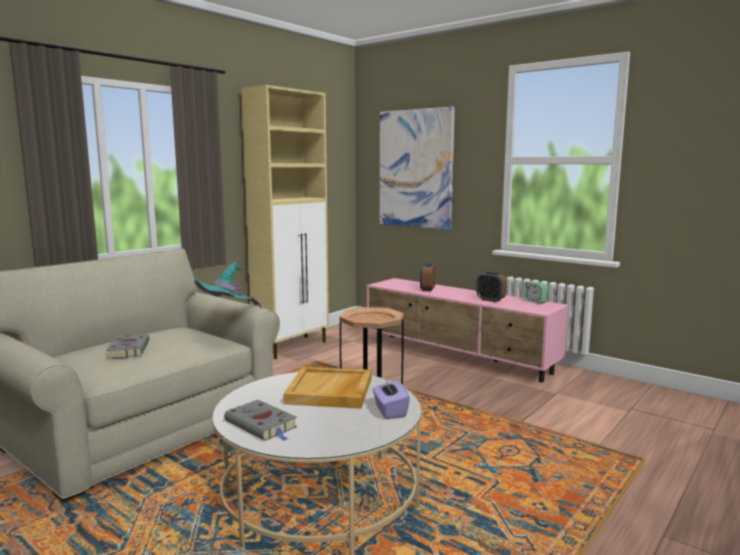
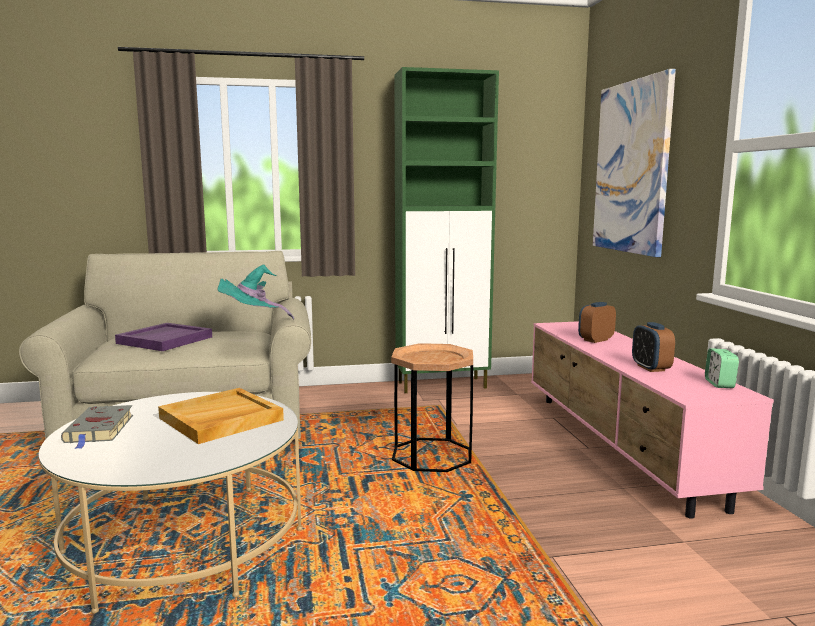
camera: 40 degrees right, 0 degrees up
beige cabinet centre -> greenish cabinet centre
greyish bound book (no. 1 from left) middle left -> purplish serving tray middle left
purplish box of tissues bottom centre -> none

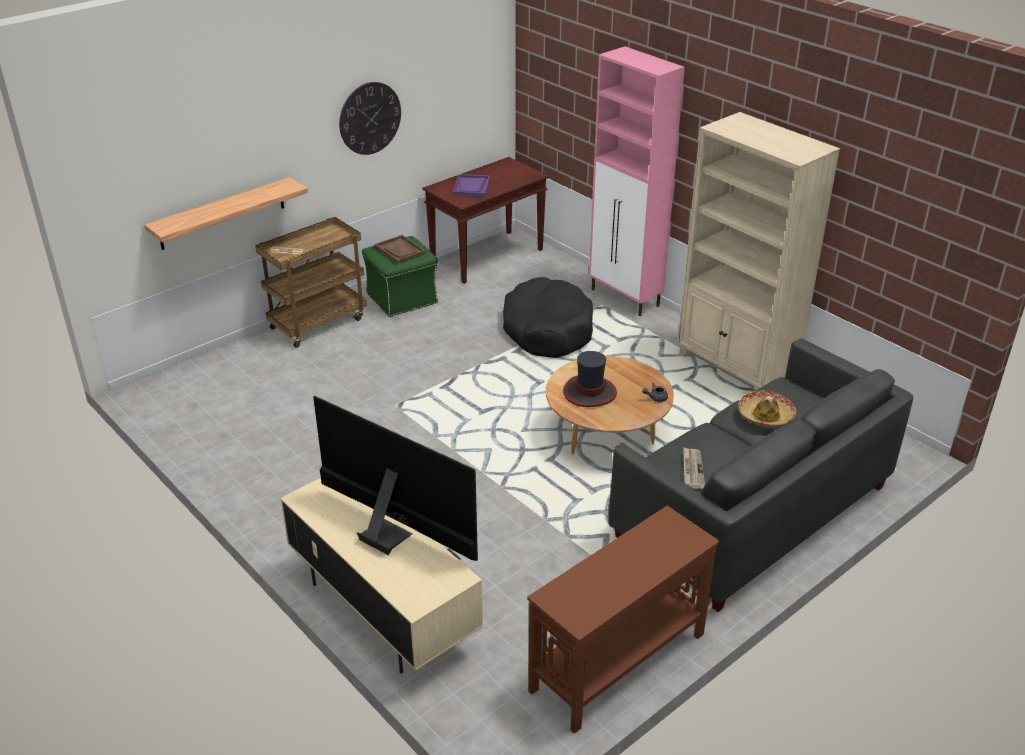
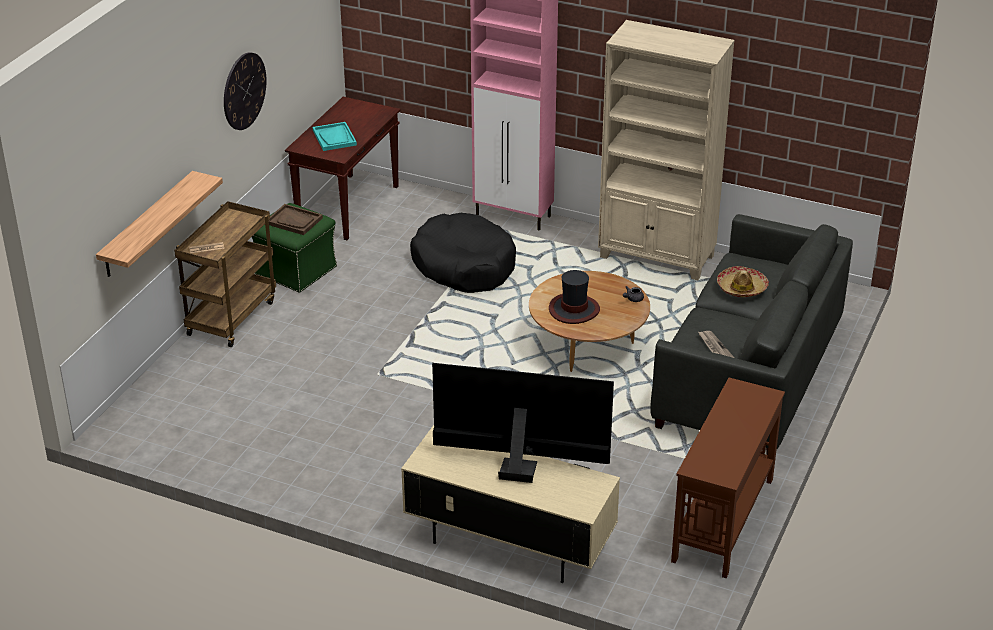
camera: 25 degrees left, 0 degrees up
purplish serving tray top centre -> turquoise serving tray top centre

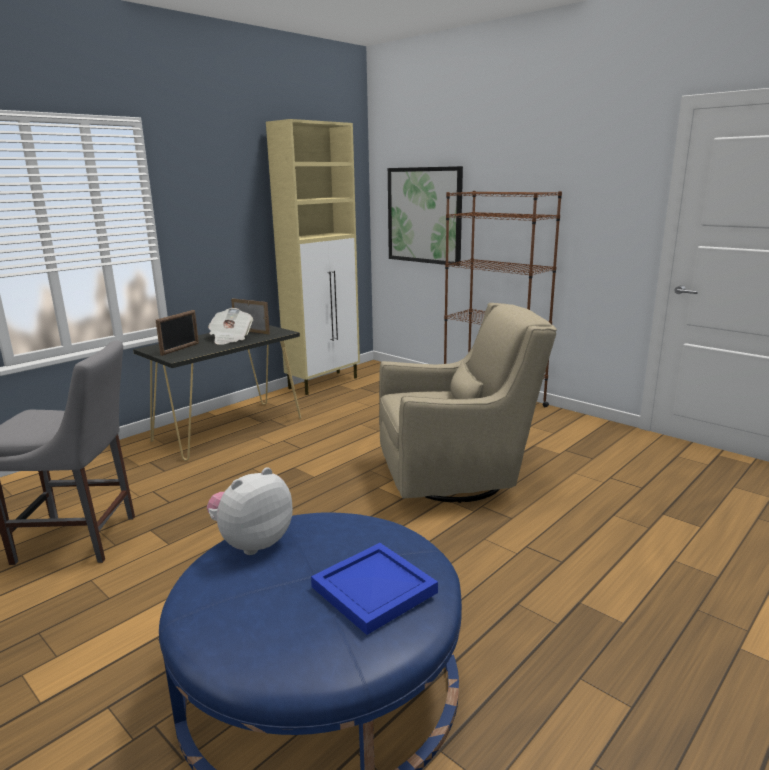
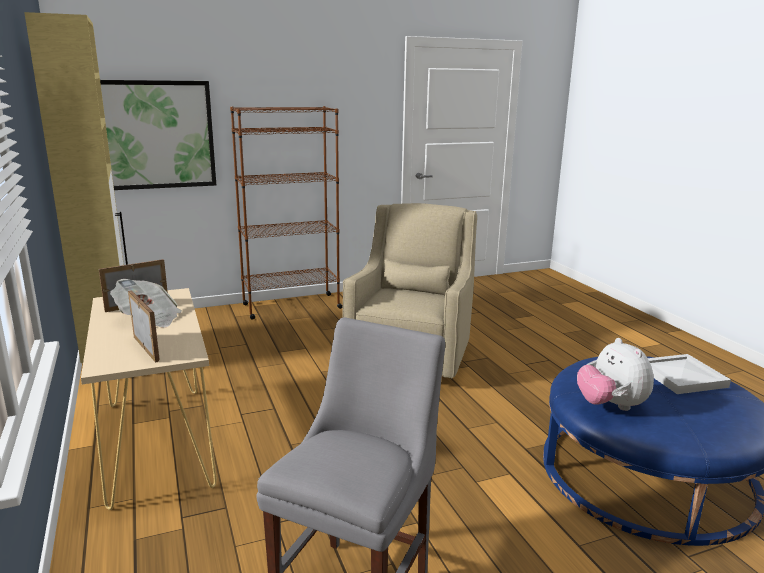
camera: 65 degrees left, 0 degrees up
black-coloured hall table middle left -> beige hall table bottom left
bluish serving tray bottom centre -> white serving tray middle right

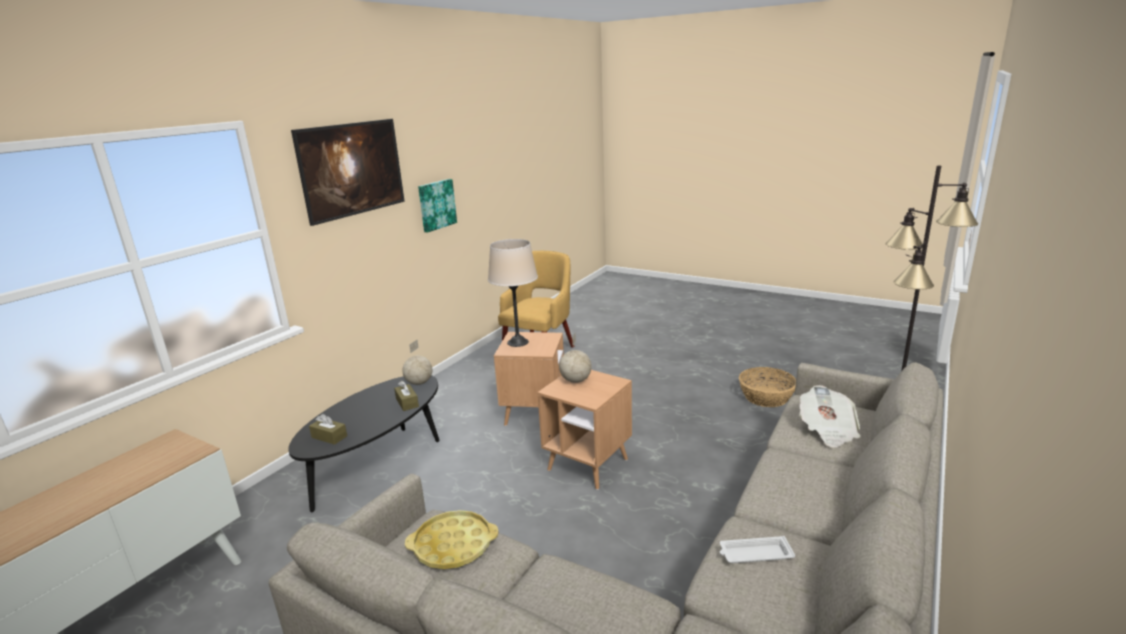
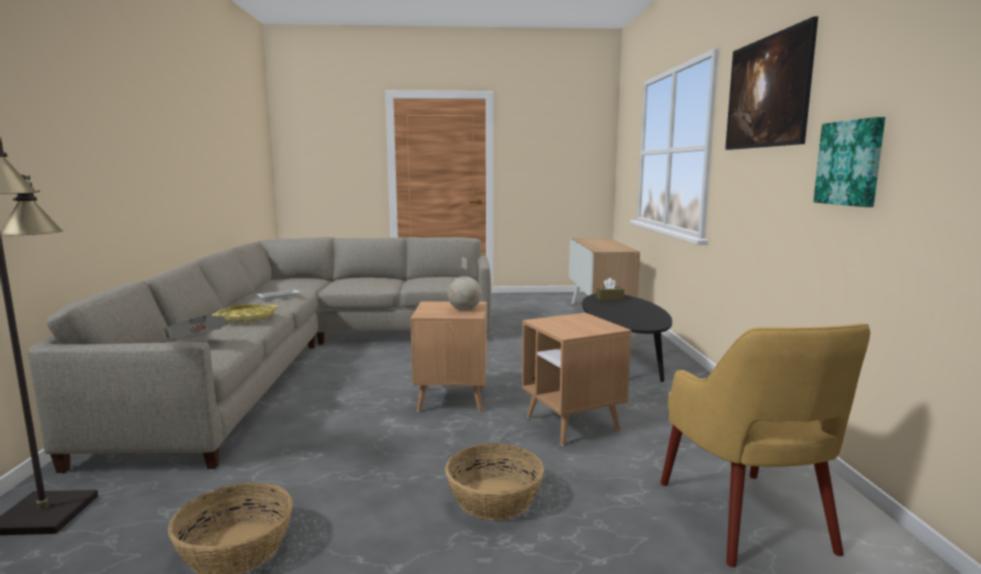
camera: 145 degrees right, 10 degrees down
beige table lamp centre -> none
world globe (no. 1 from left) centre -> none
brown box of tissues (no. 2 from left) centre -> none
yellow serving tray bottom centre -> yellow serving tray middle left, shifted
none -> household basket (no. 2 from left) bottom centre

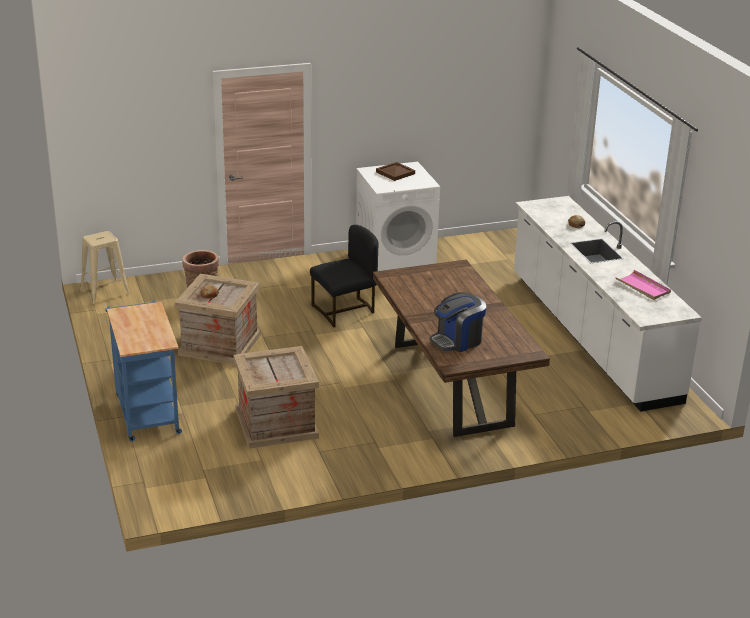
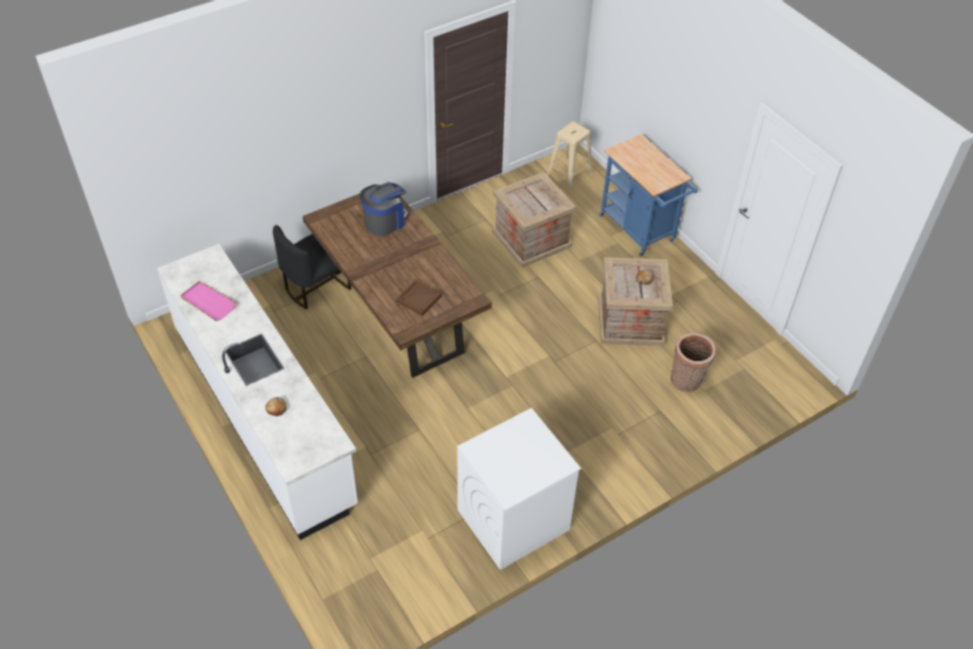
camera: 165 degrees right, 20 degrees up
brown serving tray top centre -> brown serving tray centre, shifted
black-coloured upright chair centre -> black-coloured upright chair middle left, shifted
beige stool seat middle left -> beige stool seat top centre, shifted

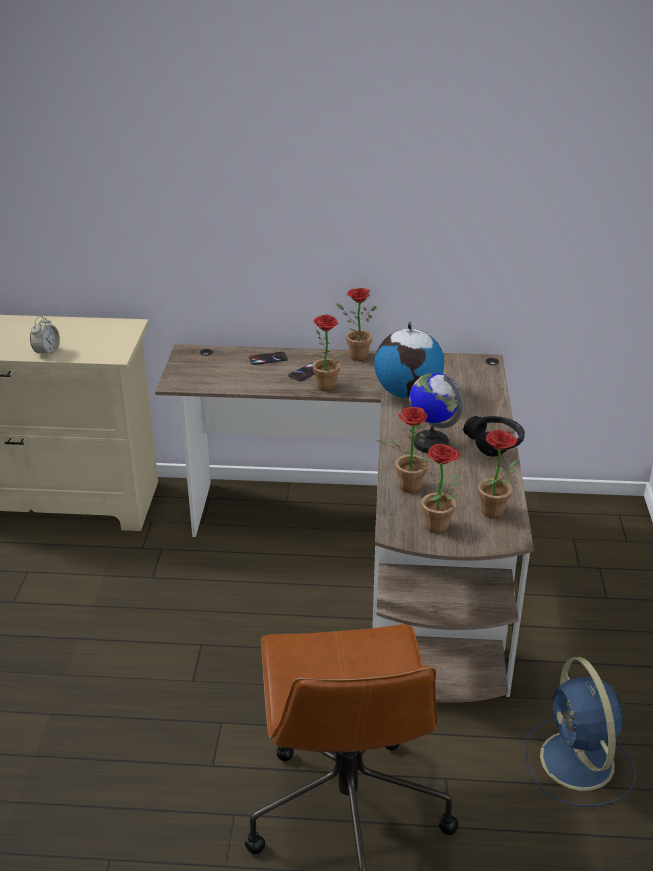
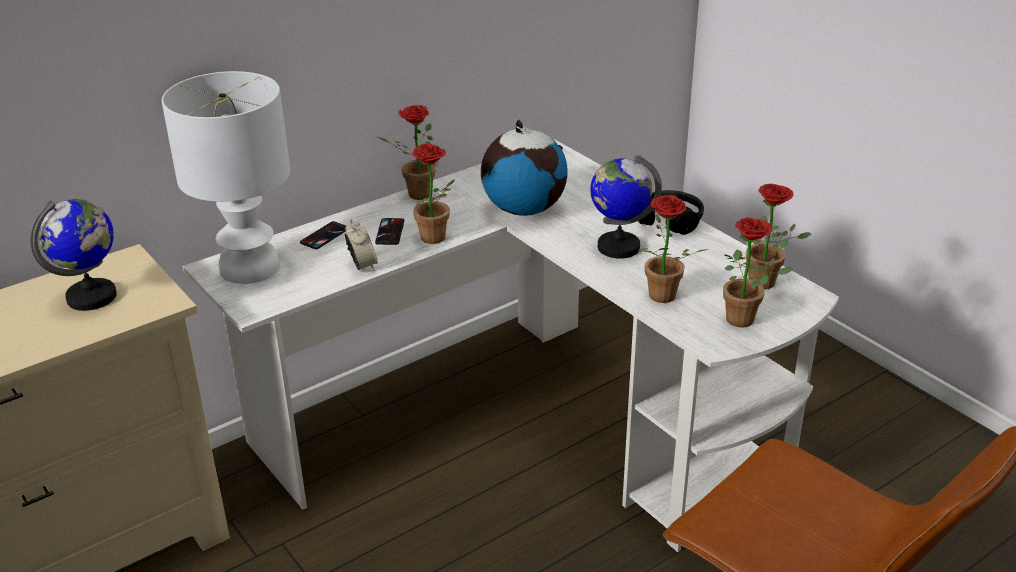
camera: 40 degrees left, 0 degrees up
alarm clock middle left -> alarm clock centre, shifted
brown desk table centre -> white desk table centre
bluish cooling fan bottom right -> none
none -> white table lamp top left
none -> world globe (no. 1 from left) middle left

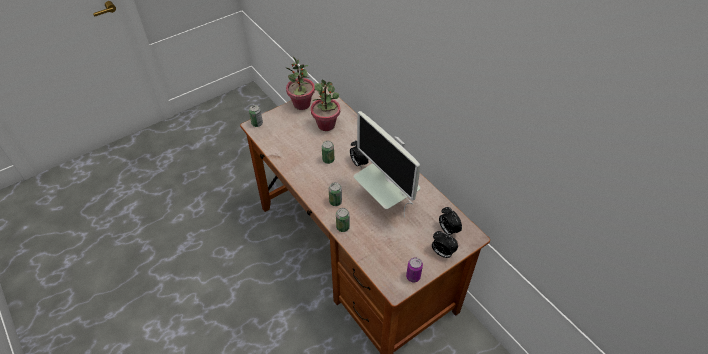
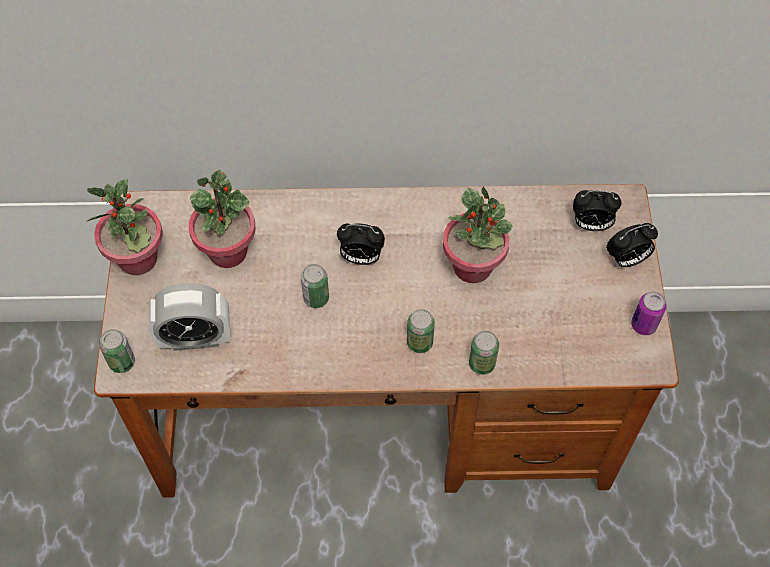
camera: 55 degrees left, 10 degrees up
computer display centre -> houseplant (no. 3 from left) centre
none -> alarm clock (no. 1 from left) middle left

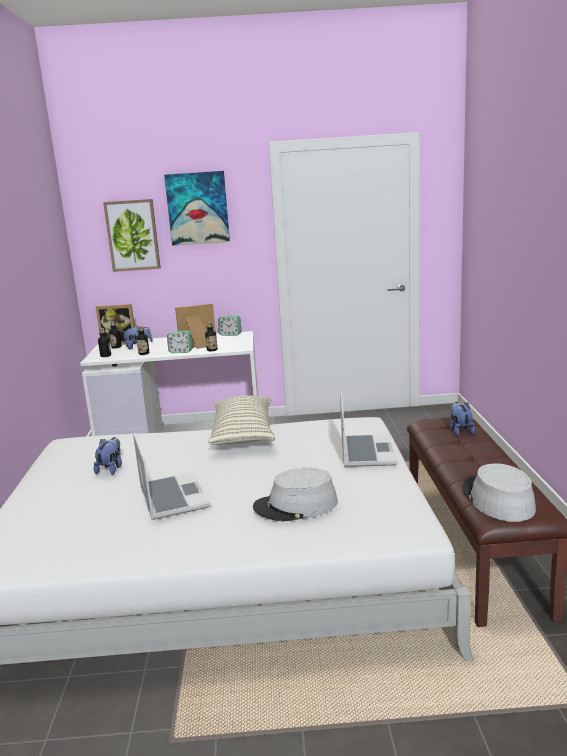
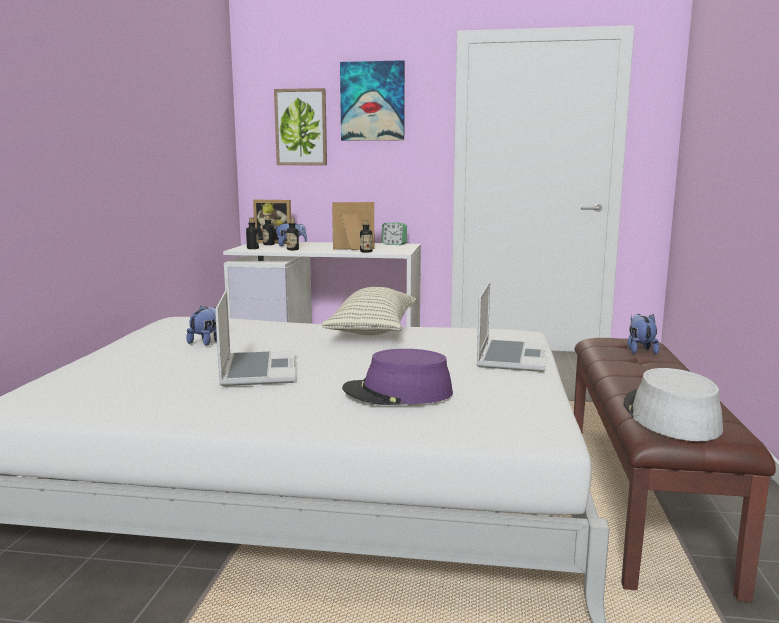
camera: 10 degrees right, 5 degrees down
alarm clock (no. 1 from left) middle left -> none
greyish wearable hat (no. 1 from left) centre -> purplish wearable hat centre

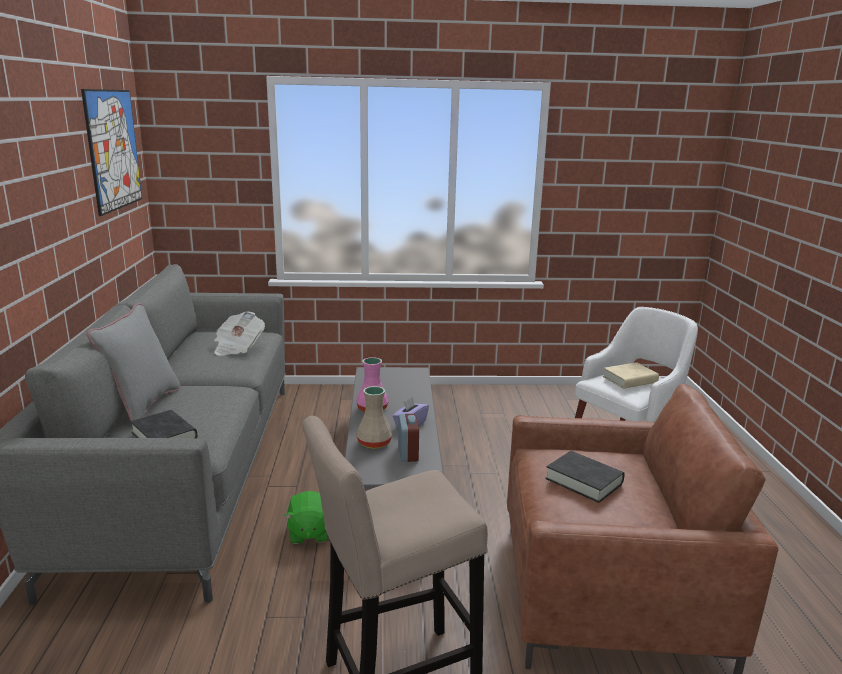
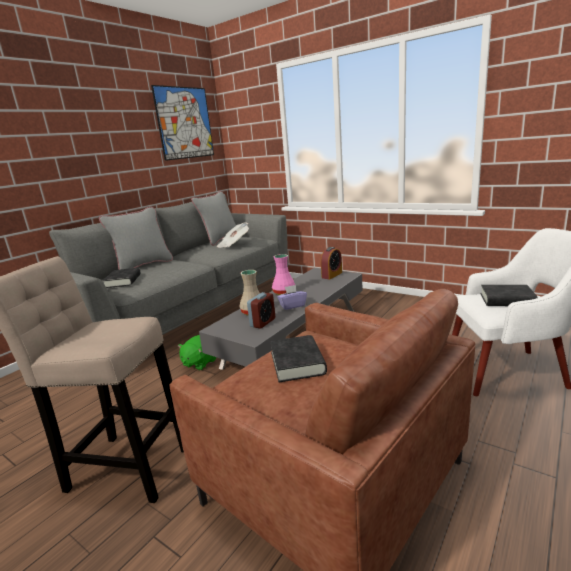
camera: 40 degrees right, 0 degrees up
beige bound book middle right -> black-coloured bound book (no. 3 from left) middle right
none -> greyish pillow (no. 2 from left) centre
none -> alarm clock (no. 2 from left) centre

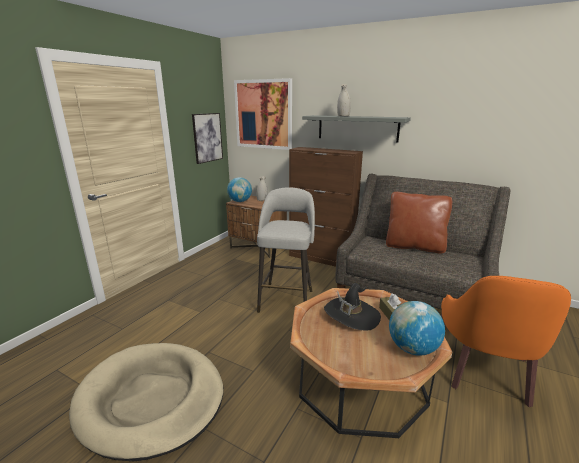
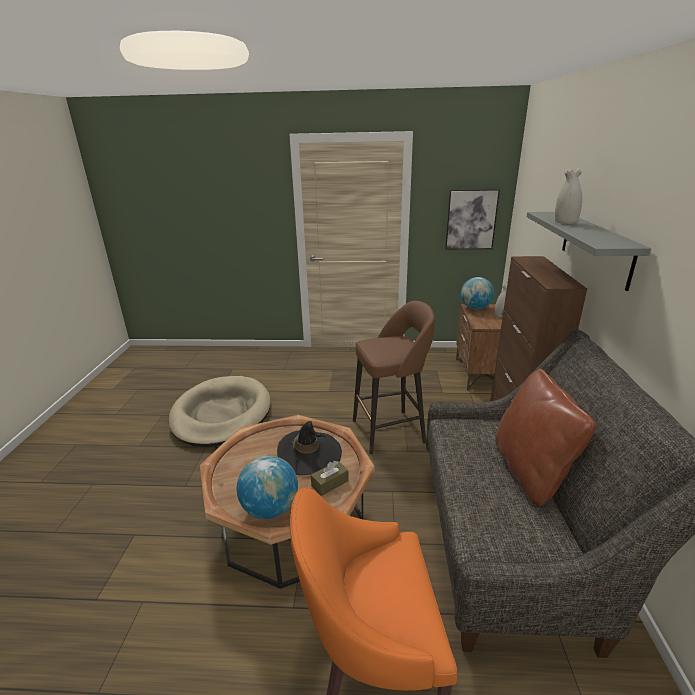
camera: 65 degrees right, 5 degrees up
wall art (no. 2 from left) top centre -> none
greyish stool seat centre -> brown stool seat centre

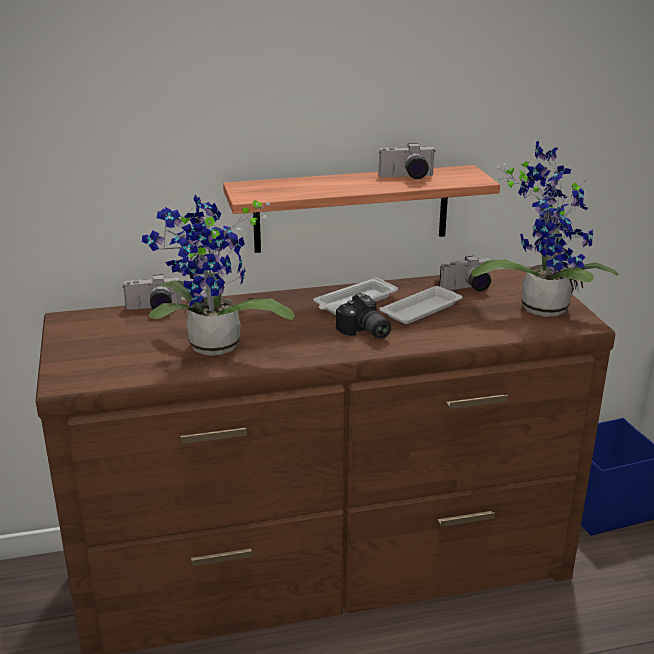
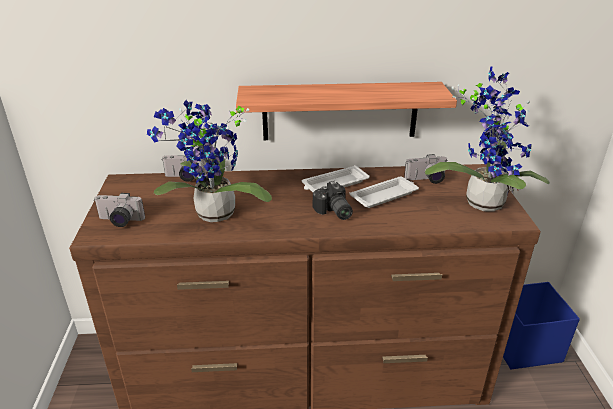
camera: 10 degrees right, 5 degrees up
still camera (no. 3 from left in the first image) top centre -> still camera (no. 1 from left) middle left, shifted

